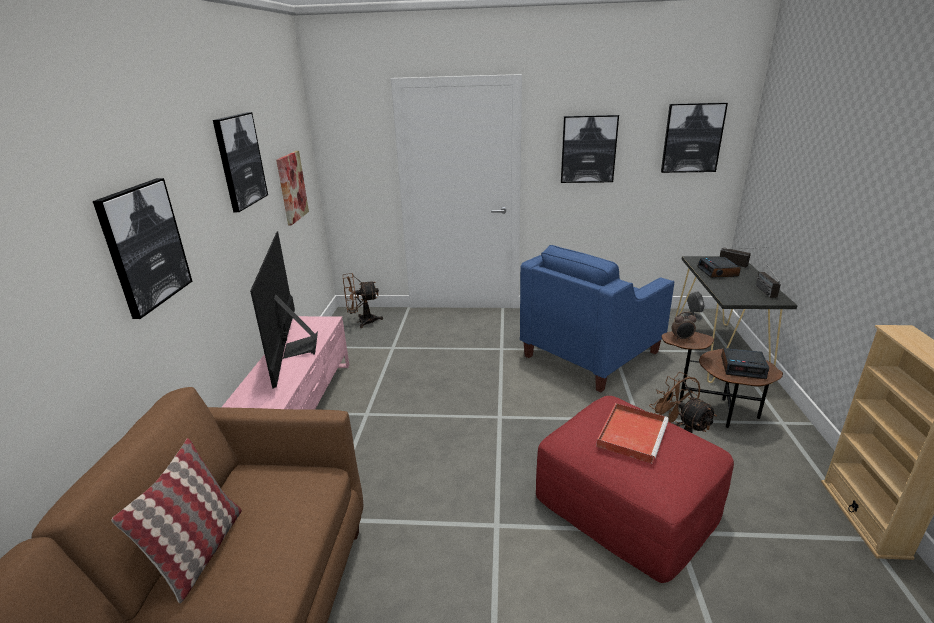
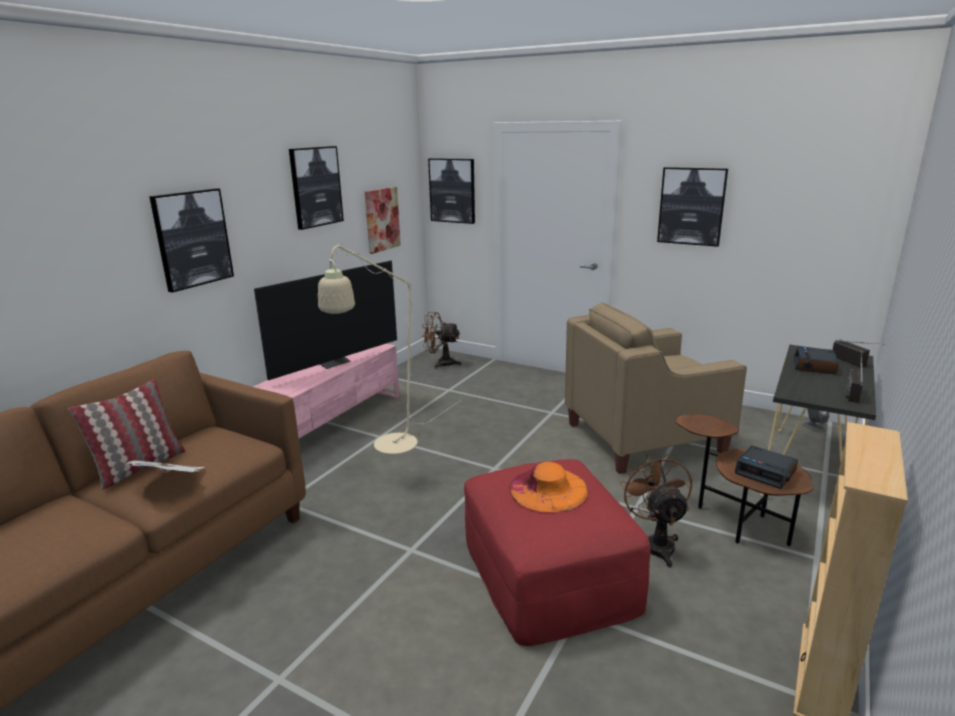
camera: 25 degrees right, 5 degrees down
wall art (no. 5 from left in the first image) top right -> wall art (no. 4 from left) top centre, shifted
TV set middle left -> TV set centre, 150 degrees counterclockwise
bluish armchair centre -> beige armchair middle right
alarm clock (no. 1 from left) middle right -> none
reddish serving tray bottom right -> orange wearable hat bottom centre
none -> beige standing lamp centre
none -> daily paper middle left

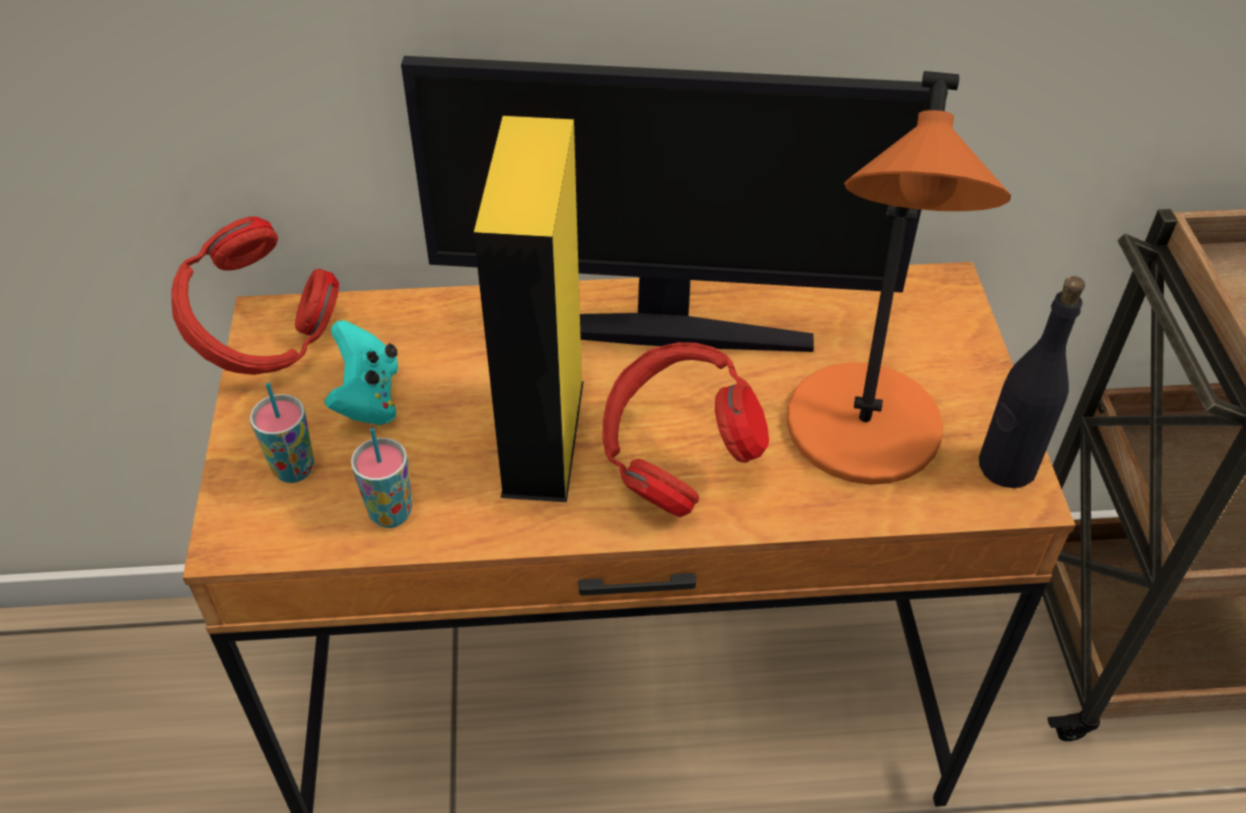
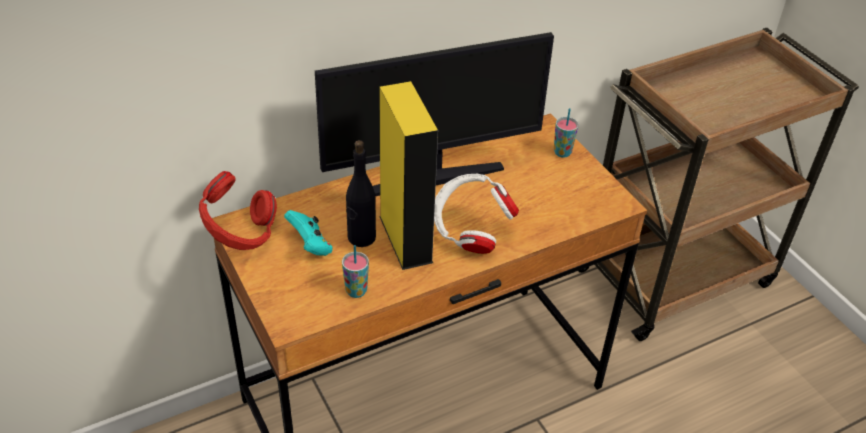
camera: 25 degrees left, 5 degrees down
orange table lamp middle right -> none
black-coloured beverage bottle middle right -> black-coloured beverage bottle centre, shifted
reddish headphones (no. 2 from left) centre -> white headphones centre
cup (no. 1 from left in the first image) middle left -> cup (no. 2 from left) top centre, shifted

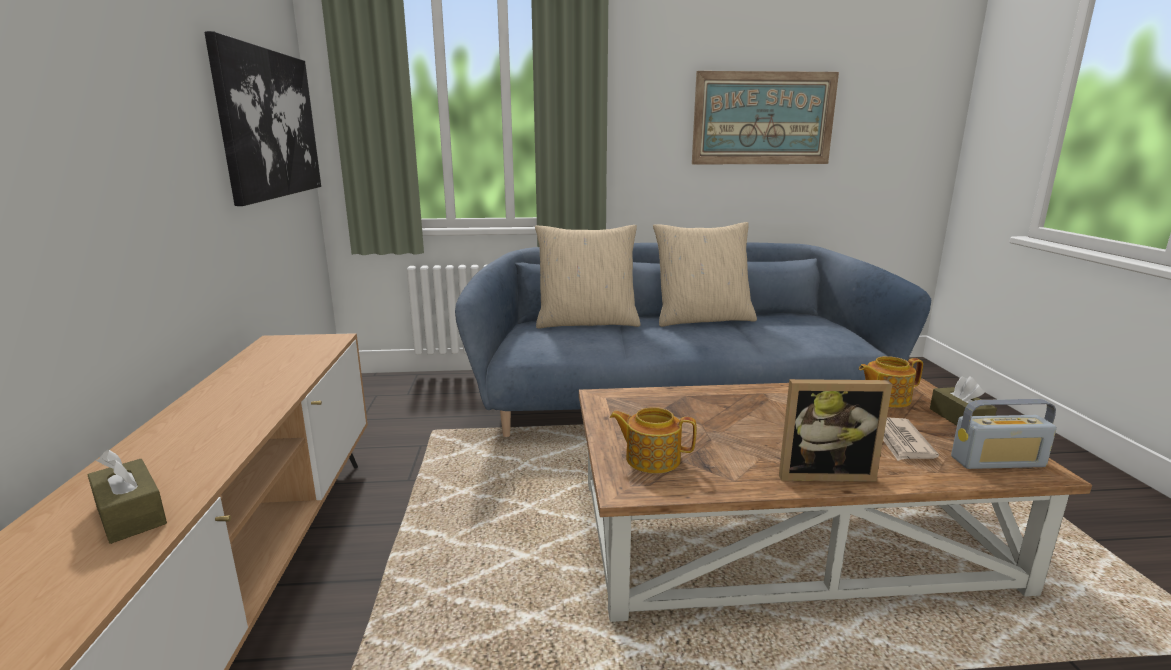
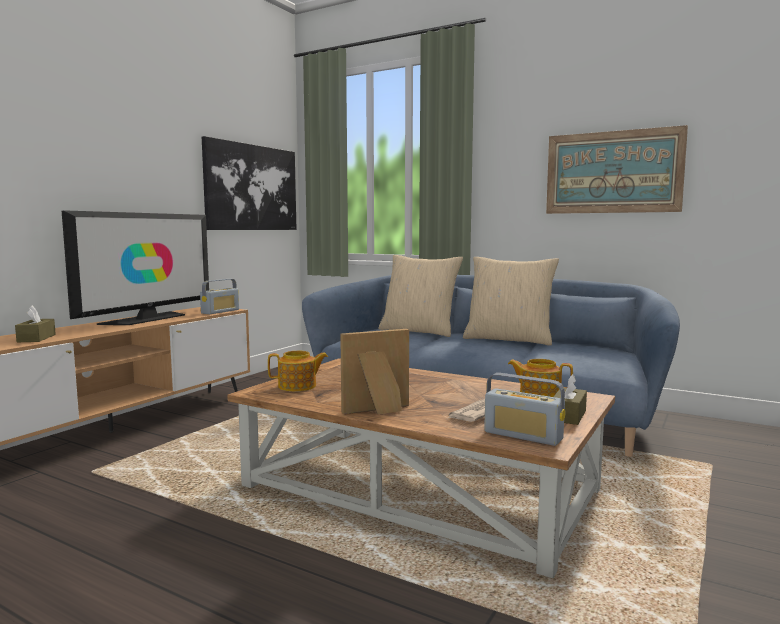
camera: 35 degrees right, 10 degrees down
picture frame middle right -> picture frame centre, 120 degrees clockwise
pot for tea (no. 1 from left) centre, 120 degrees clockwise
none -> TV set middle left
none -> radio (no. 1 from left) middle left

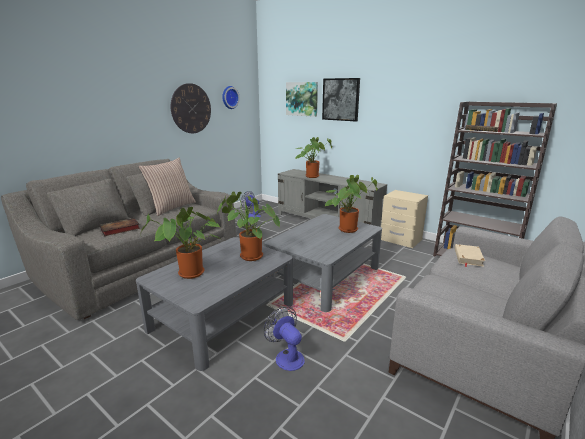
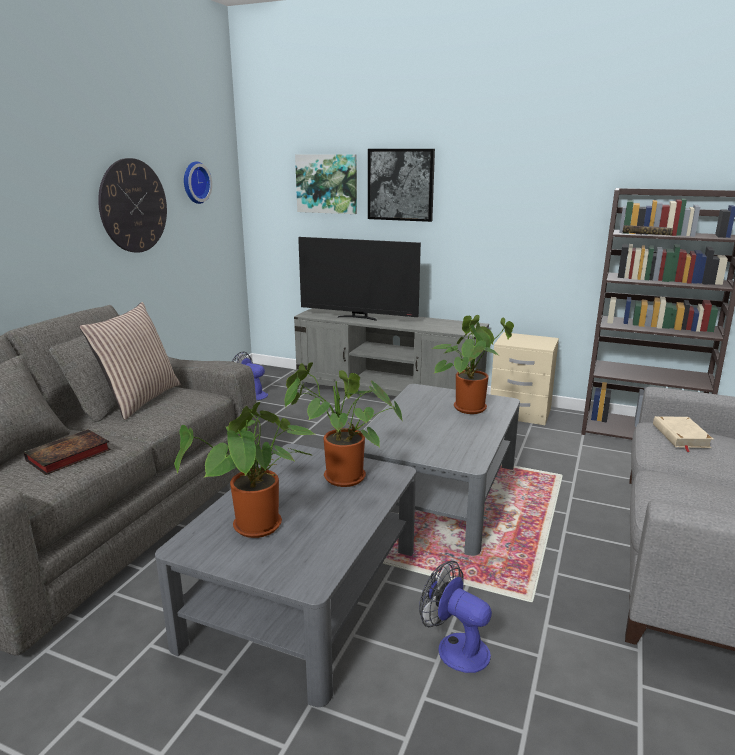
camera: 15 degrees left, 0 degrees up
houseplant (no. 3 from left) centre -> TV set centre

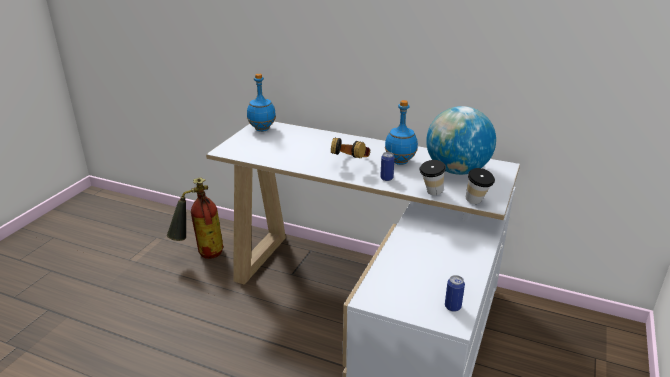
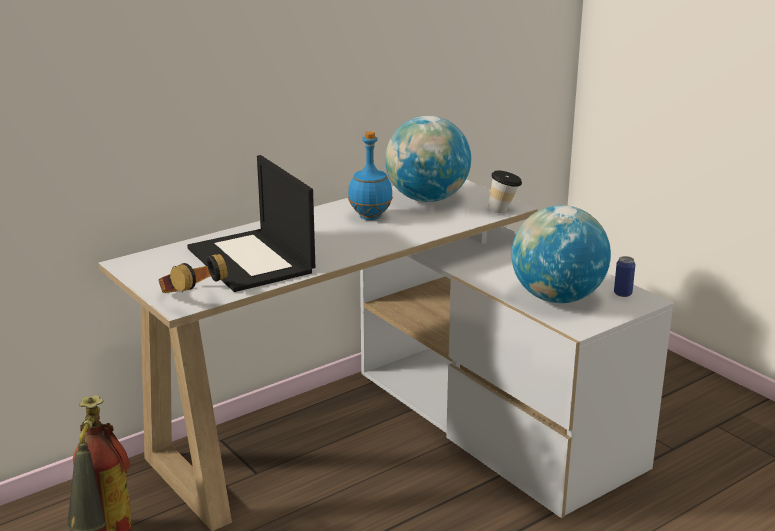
camera: 60 degrees left, 5 degrees down
bluish beverage bottle (no. 1 from left) top centre -> none
headphones centre -> headphones middle left, shifted
metal can (no. 1 from left) centre -> none
cup (no. 1 from left) centre -> none
none -> notebook computer middle left
none -> world globe (no. 2 from left) middle right

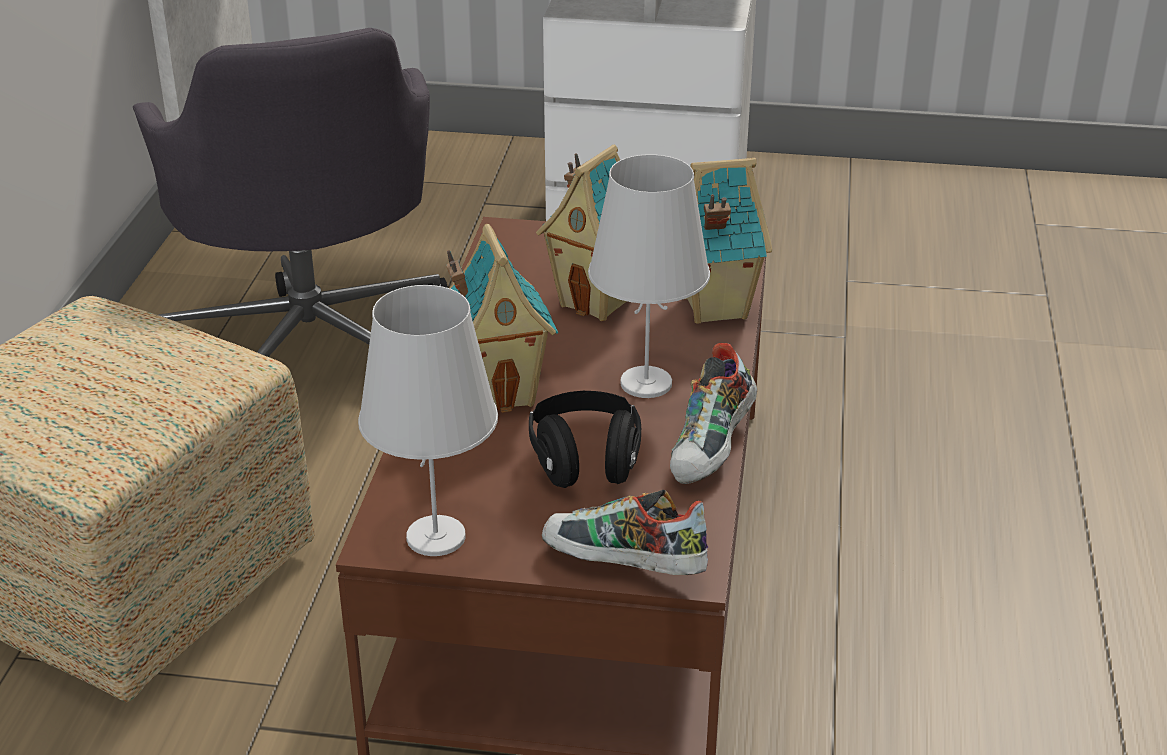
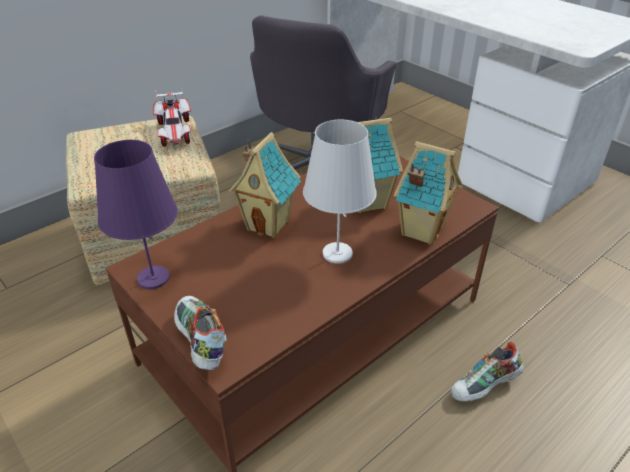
camera: 40 degrees right, 5 degrees up
white table lamp (no. 1 from left) centre -> purplish table lamp middle left
low shoe (no. 2 from left) centre -> low shoe (no. 2 from left) bottom right, shifted
black-coloured headphones centre -> none
none -> model car top left

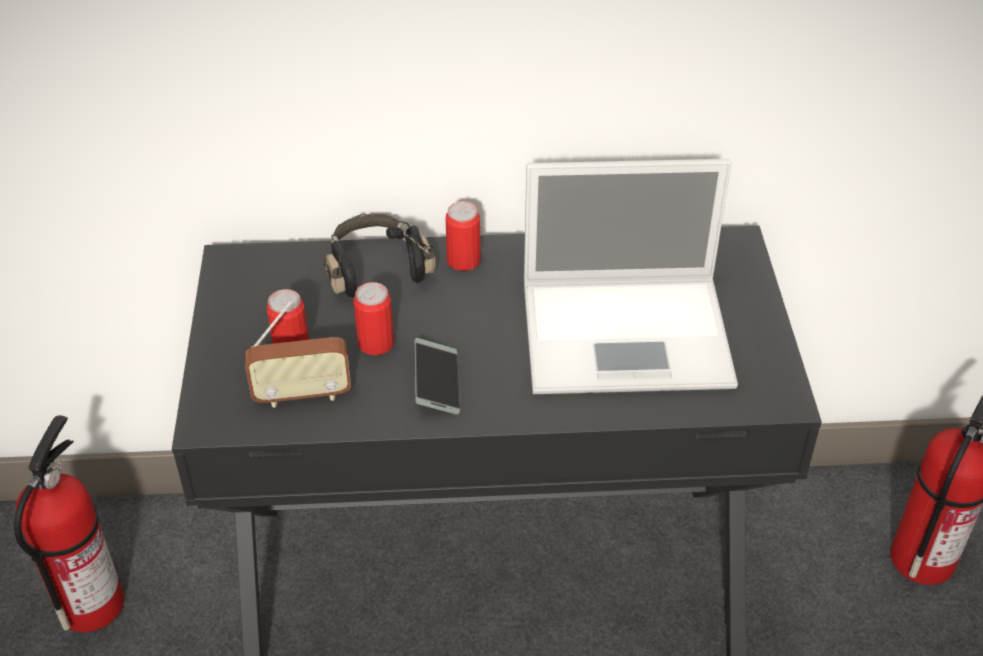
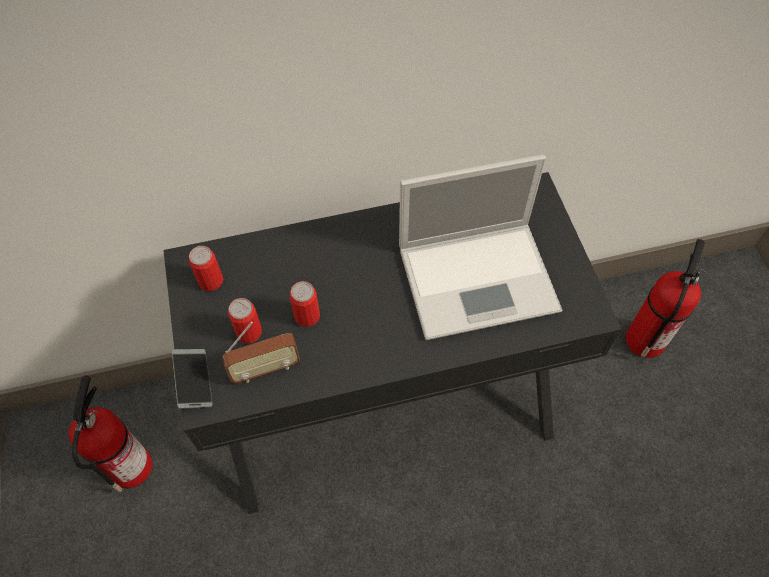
camera: 10 degrees left, 15 degrees up
metal can (no. 3 from left in the first image) centre -> metal can (no. 1 from left) middle left, shifted
black-coloured headphones centre -> none
telephone centre -> telephone middle left, shifted

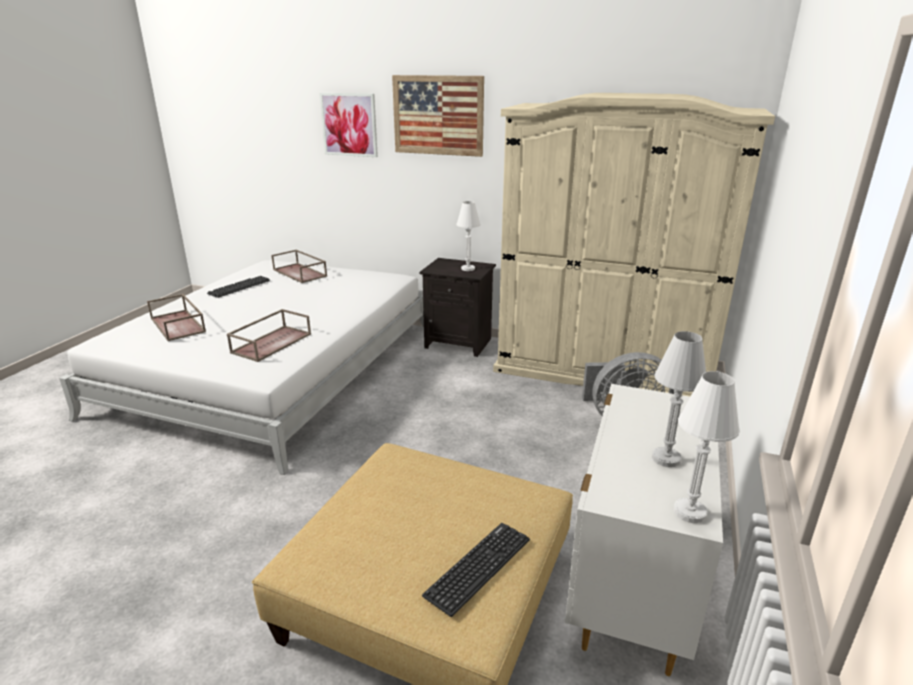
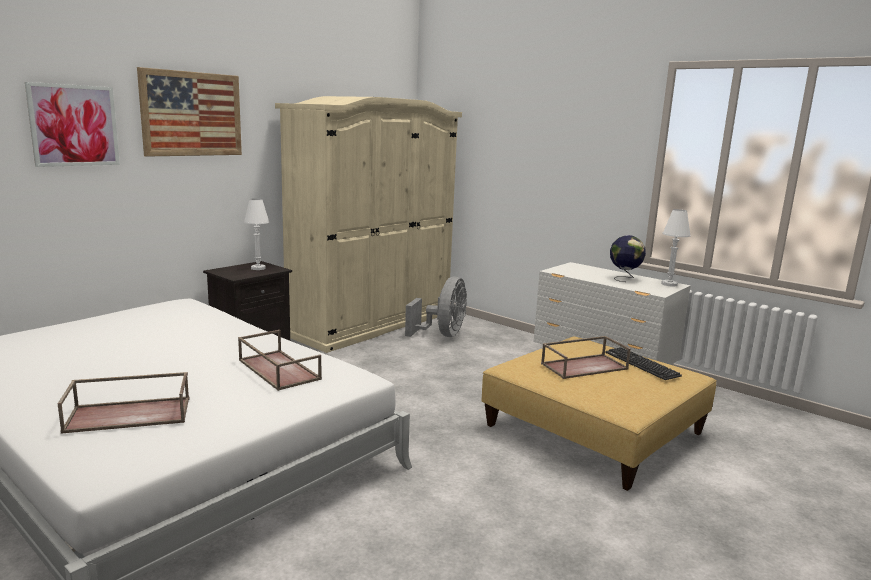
camera: 70 degrees left, 10 degrees down
brown serving tray (no. 3 from left) middle left -> brown serving tray (no. 3 from left) middle right, shifted
computer keyboard (no. 1 from left) middle left -> none
white table lamp (no. 2 from left) middle right -> world globe middle right

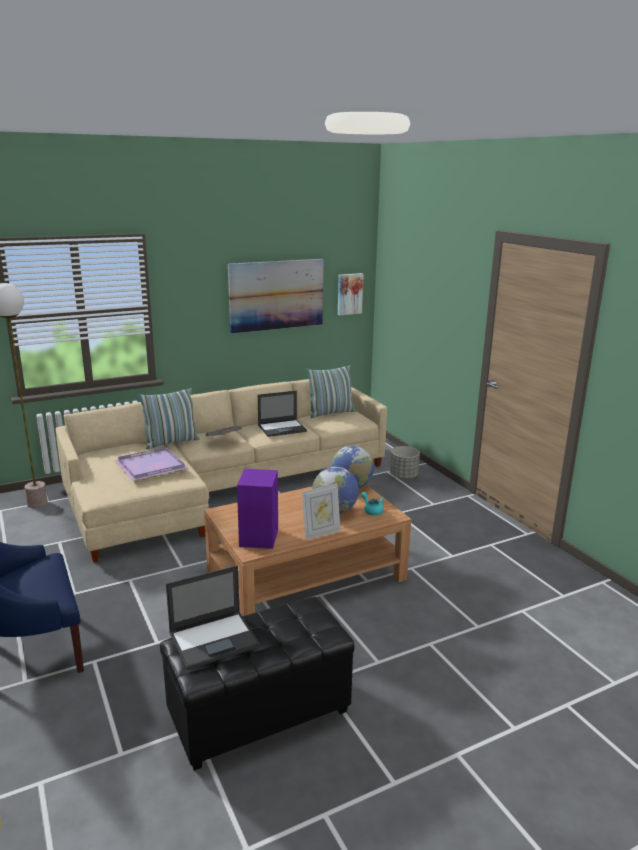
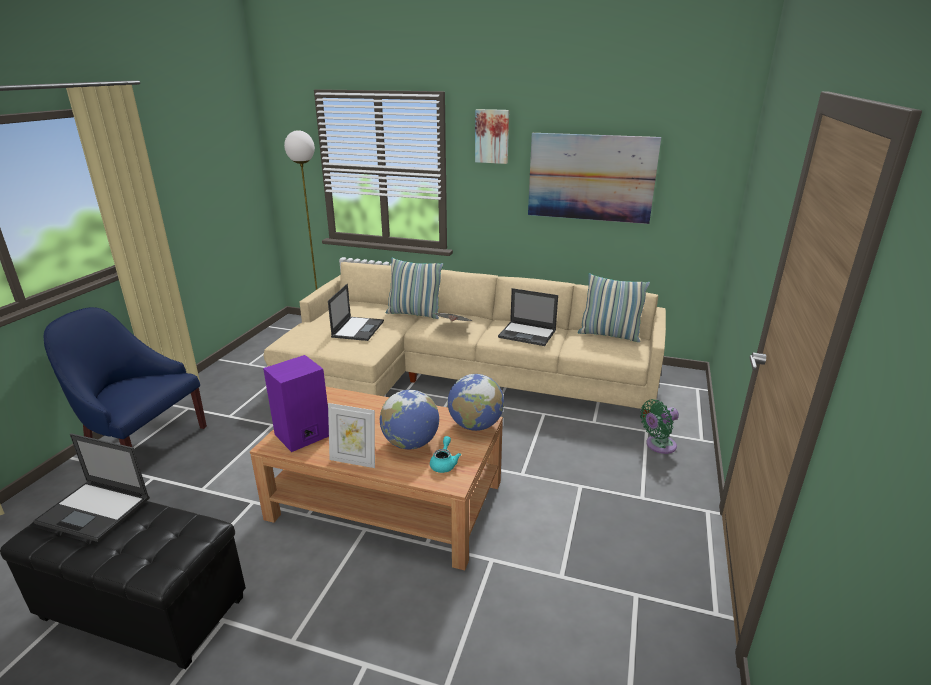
camera: 45 degrees right, 5 degrees up
wall art (no. 2 from left in the first image) centre -> wall art (no. 1 from left) top centre, shifted
greyish plant pot centre -> greenish cooling fan middle right
purplish serving tray middle left -> notebook computer (no. 2 from left) centre

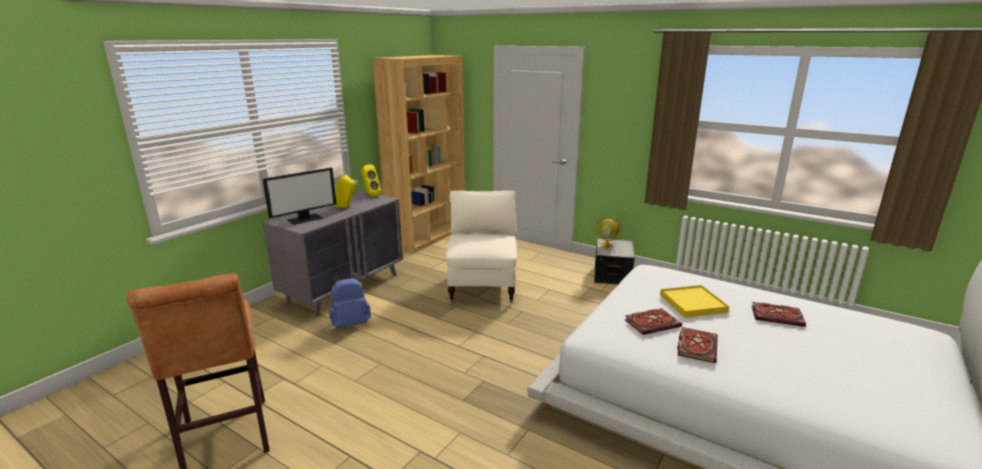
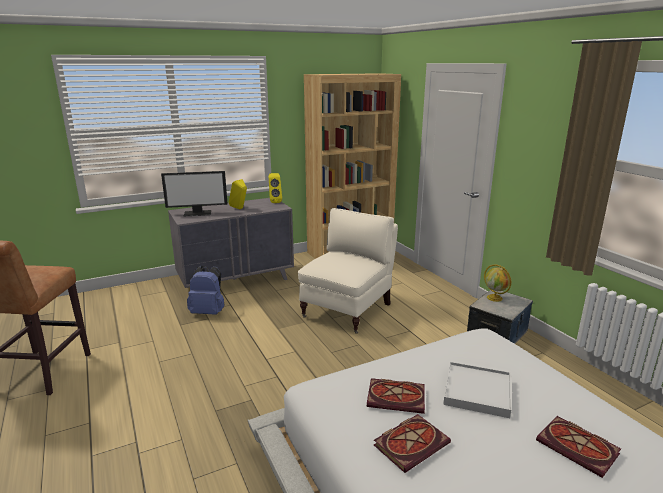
camera: 30 degrees right, 0 degrees up
yellow serving tray middle right -> white serving tray bottom right

